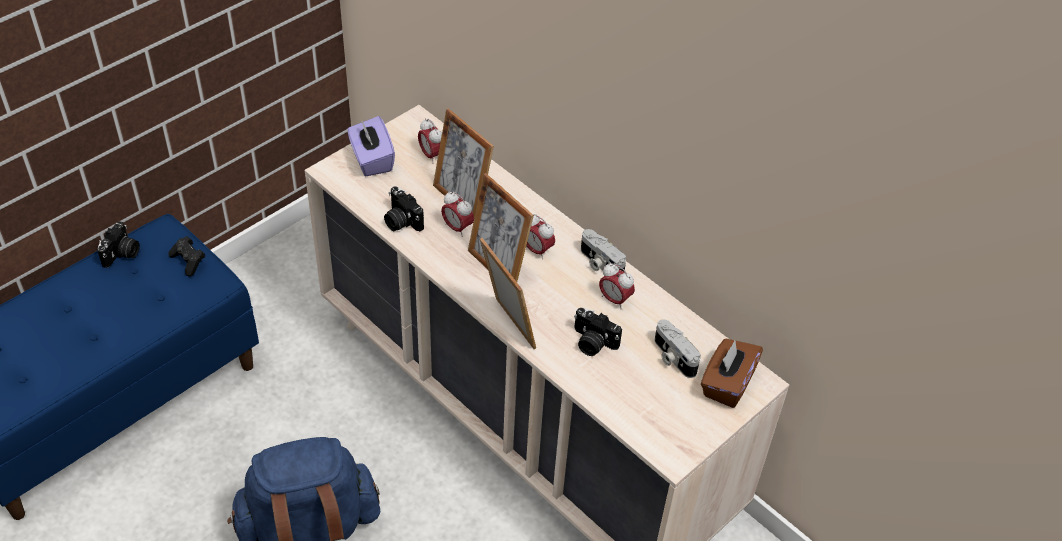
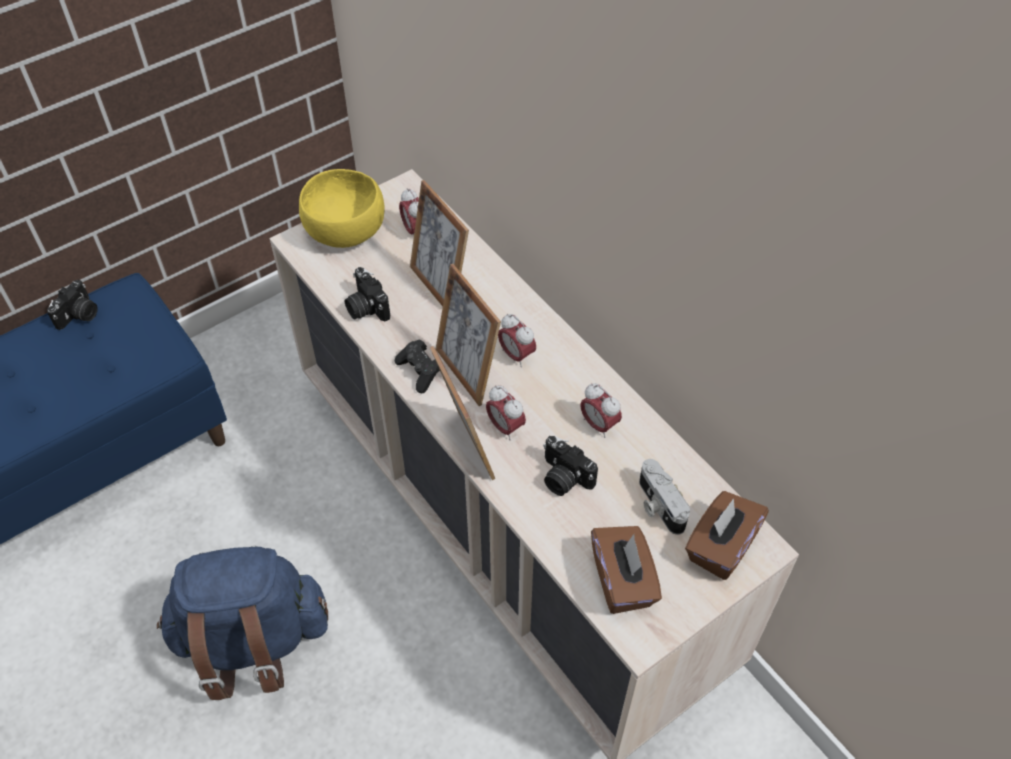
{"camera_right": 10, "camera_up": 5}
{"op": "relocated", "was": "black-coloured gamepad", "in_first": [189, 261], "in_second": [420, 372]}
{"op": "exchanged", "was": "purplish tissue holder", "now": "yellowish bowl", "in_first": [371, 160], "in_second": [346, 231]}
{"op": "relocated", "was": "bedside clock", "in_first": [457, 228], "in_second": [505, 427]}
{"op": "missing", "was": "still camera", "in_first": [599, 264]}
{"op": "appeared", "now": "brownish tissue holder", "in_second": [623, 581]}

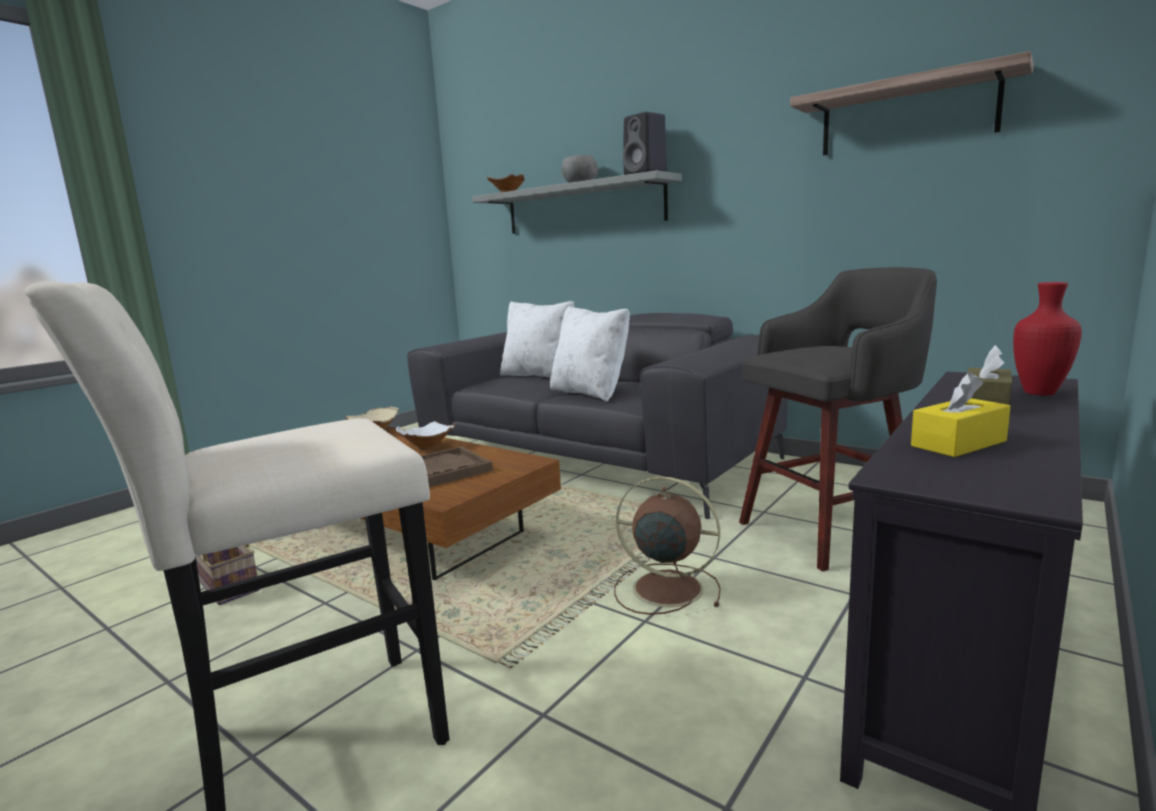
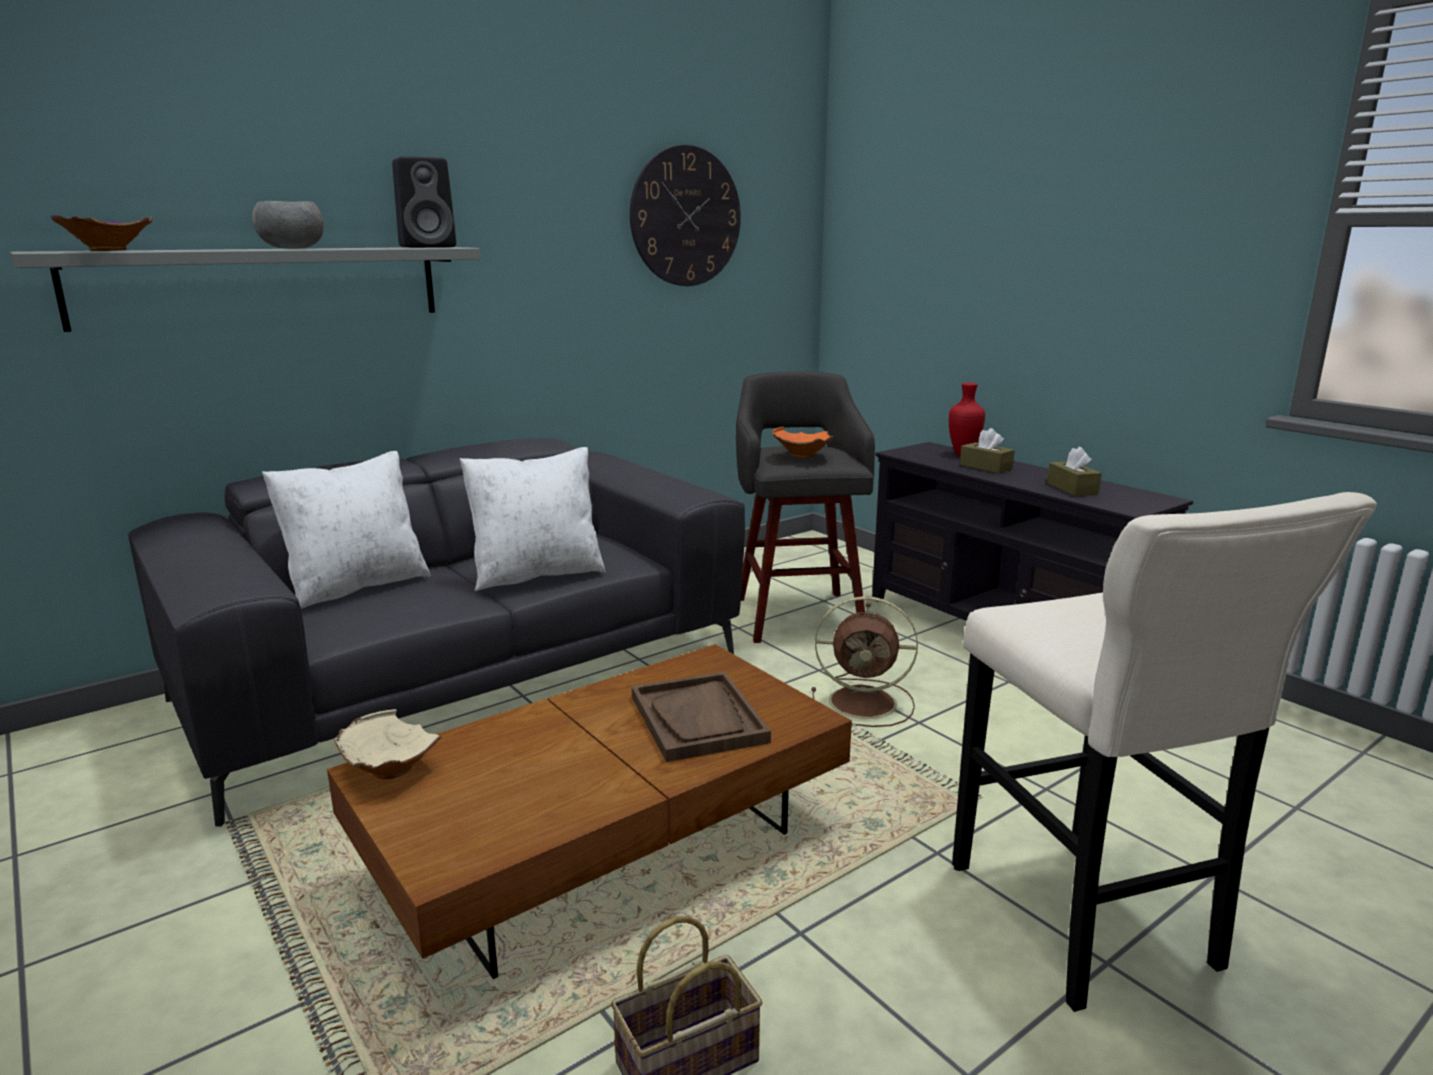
{"camera_right": -75, "camera_up": 5}
{"op": "missing", "was": "white-coloured bowl", "in_first": [428, 447]}
{"op": "spun", "was": "brownish electric fan", "in_first": [664, 588], "in_second": [866, 703], "clockwise": -120}
{"op": "exchanged", "was": "bracket shelf", "now": "hanging clock", "in_first": [907, 115], "in_second": [686, 217]}
{"op": "colour", "was": "yellowish tissue holder", "now": "brownish tissue holder", "in_first": [958, 443], "in_second": [1072, 488]}
{"op": "appeared", "now": "orange bowl", "in_second": [802, 456]}

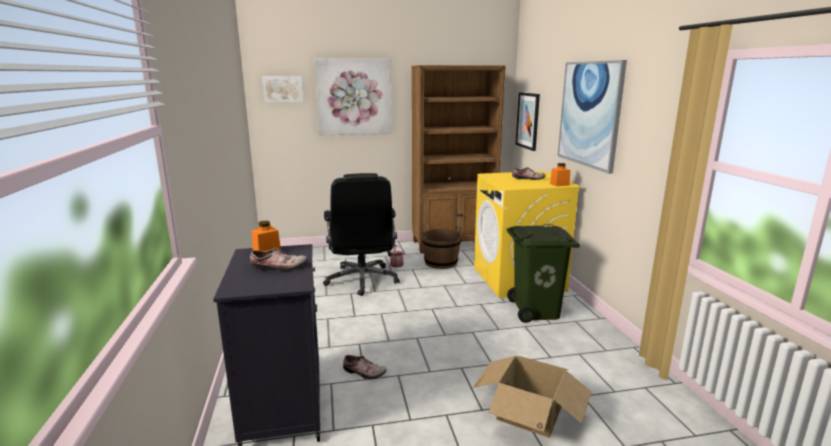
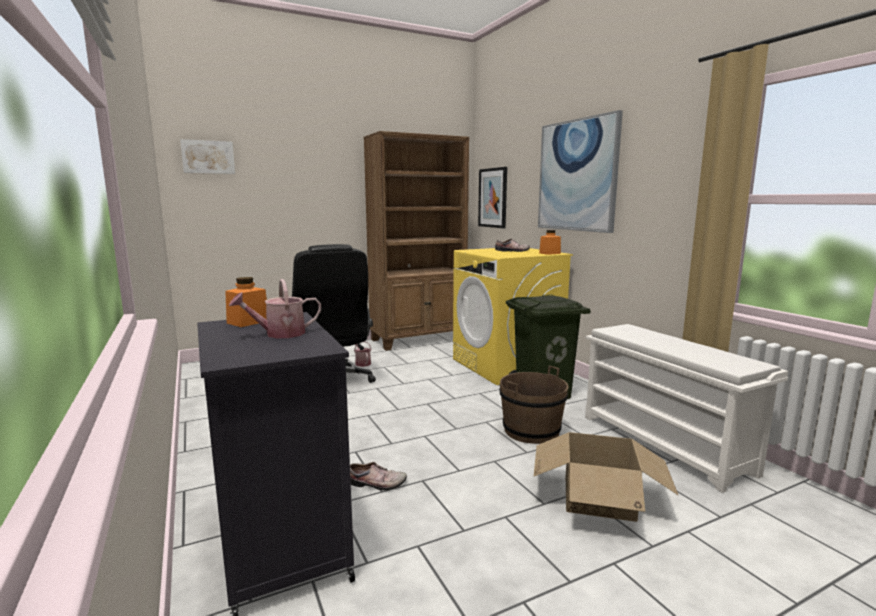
{"camera_right": -15, "camera_up": -5}
{"op": "exchanged", "was": "item of footwear", "now": "watering pot", "in_first": [279, 267], "in_second": [279, 334]}
{"op": "missing", "was": "picture", "in_first": [353, 97]}
{"op": "relocated", "was": "brownish pail", "in_first": [440, 262], "in_second": [531, 430]}
{"op": "appeared", "now": "white-coloured shoe rack", "in_second": [665, 444]}

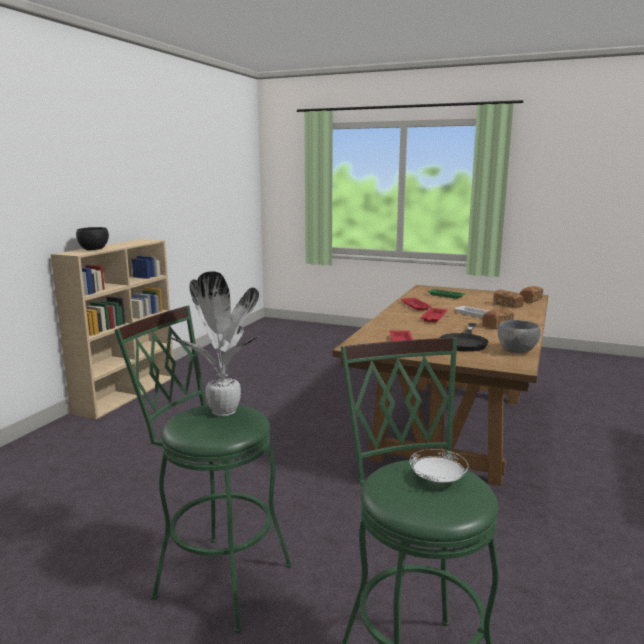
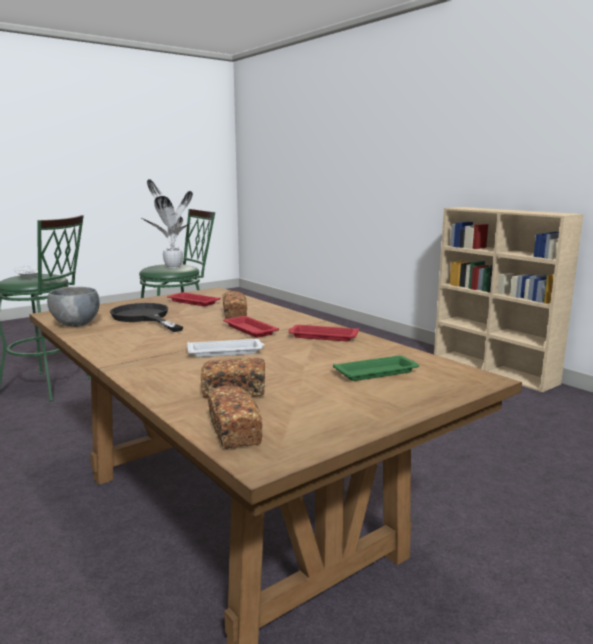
{"camera_right": 120, "camera_up": 0}
{"op": "missing", "was": "black-coloured bowl", "in_first": [94, 250]}
{"op": "relocated", "was": "bakery bread", "in_first": [497, 325], "in_second": [235, 315]}

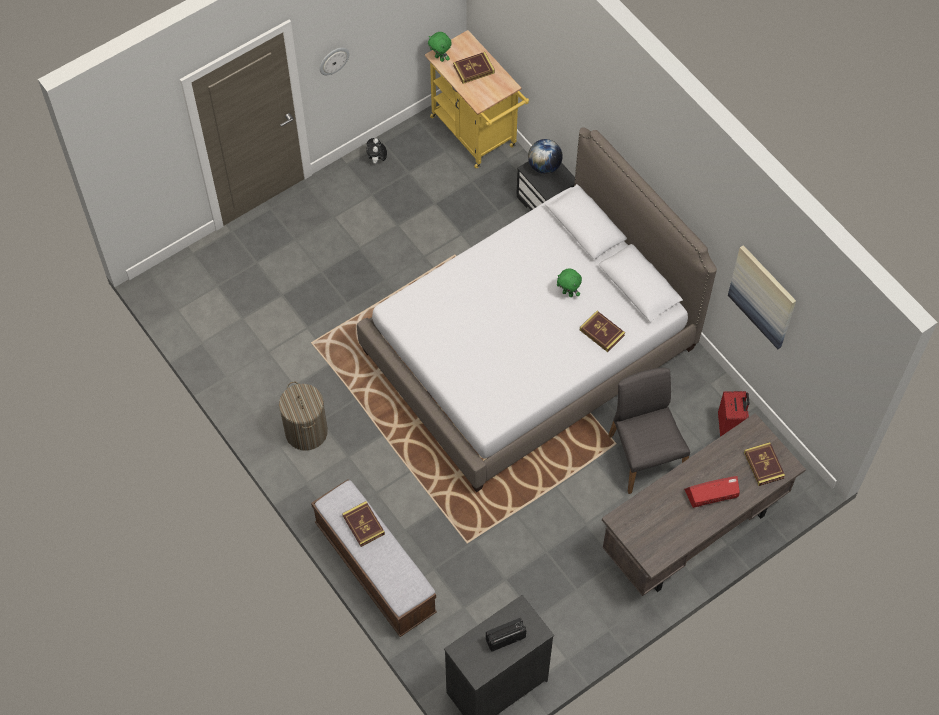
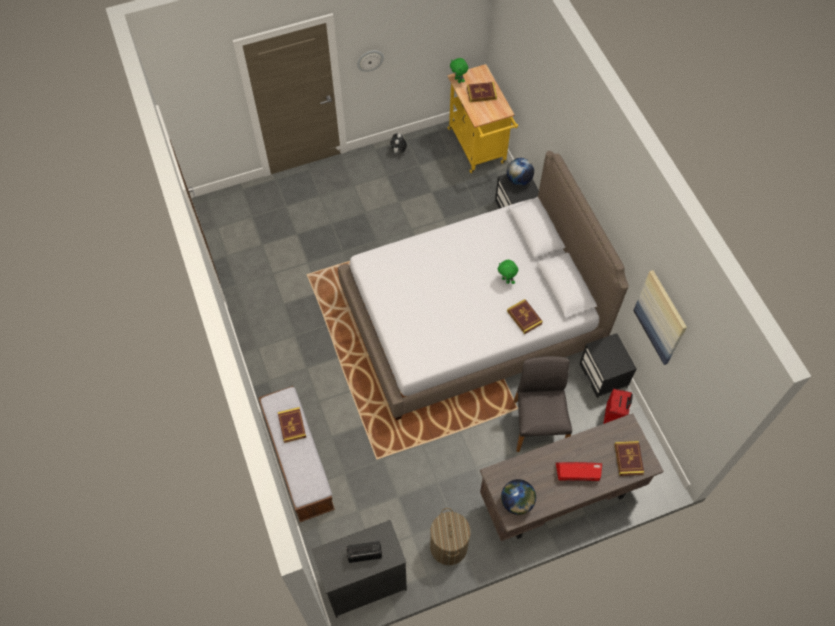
{"camera_right": 15, "camera_up": 0}
{"op": "relocated", "was": "washing basket", "in_first": [306, 431], "in_second": [448, 546]}
{"op": "appeared", "now": "world globe", "in_second": [517, 502]}
{"op": "appeared", "now": "black-coloured night table", "in_second": [604, 375]}

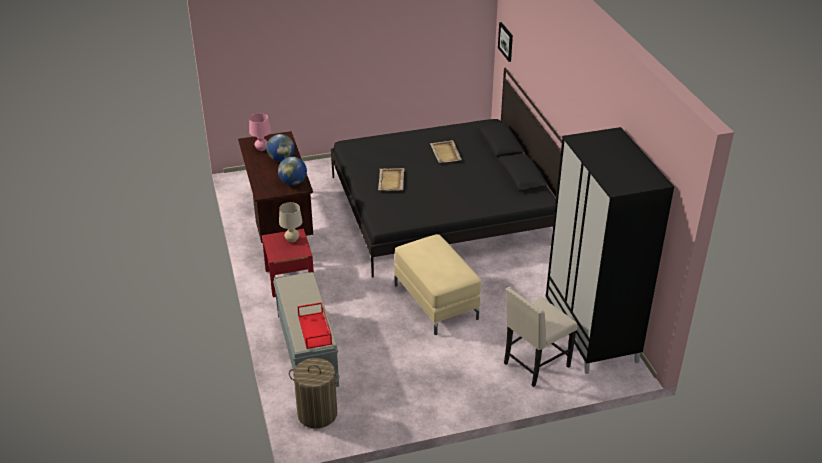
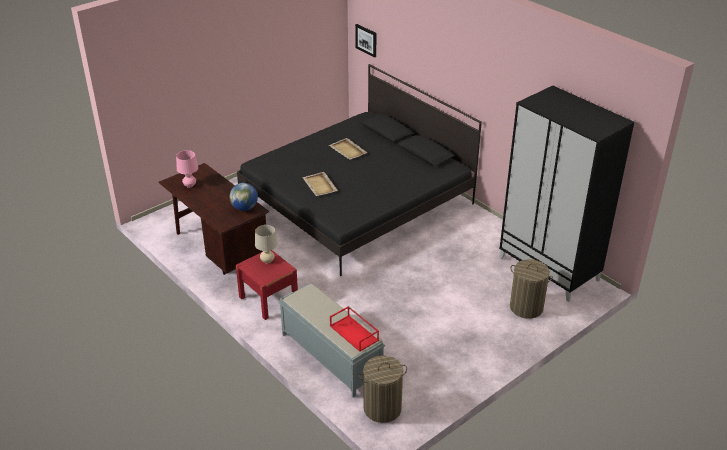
{"camera_right": -25, "camera_up": 0}
{"op": "missing", "was": "world globe", "in_first": [281, 159]}
{"op": "missing", "was": "beige-coloured pouffe", "in_first": [436, 302]}
{"op": "exchanged", "was": "beige-coloured upright chair", "now": "washing basket", "in_first": [535, 365], "in_second": [526, 307]}

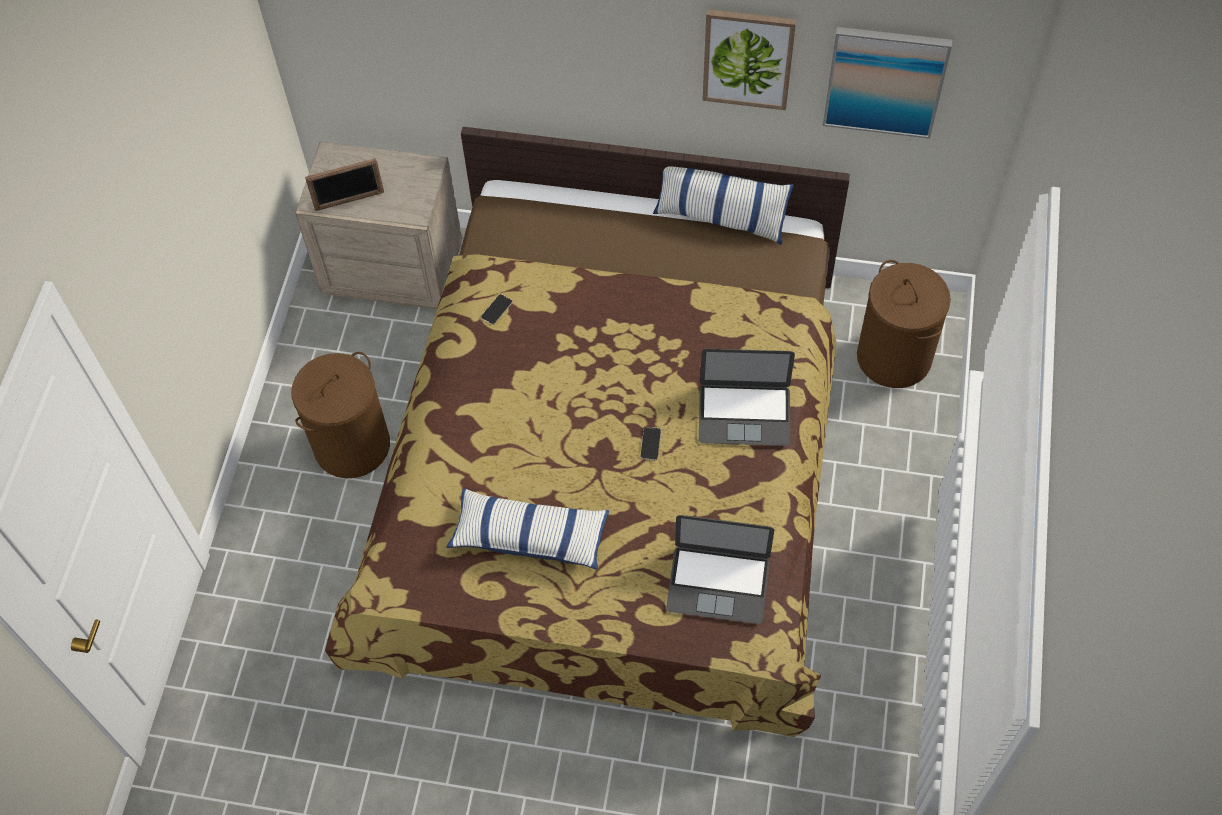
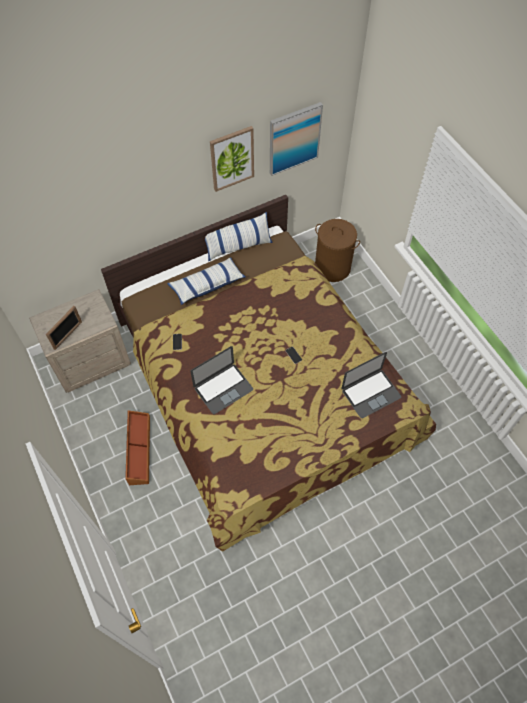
{"camera_right": -40, "camera_up": 0}
{"op": "exchanged", "was": "brownish washing basket", "now": "brownish storage box", "in_first": [352, 444], "in_second": [138, 450]}
{"op": "relocated", "was": "throw pillow", "in_first": [530, 536], "in_second": [207, 285]}
{"op": "relocated", "was": "laptop", "in_first": [744, 414], "in_second": [223, 388]}

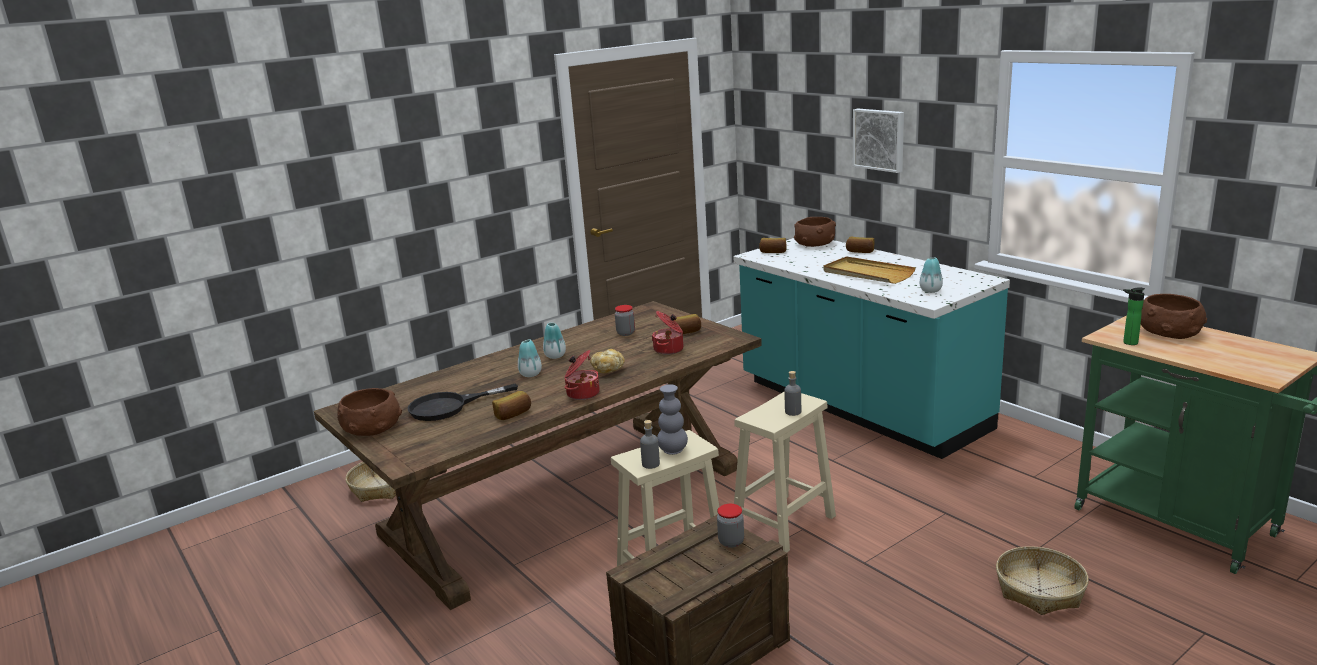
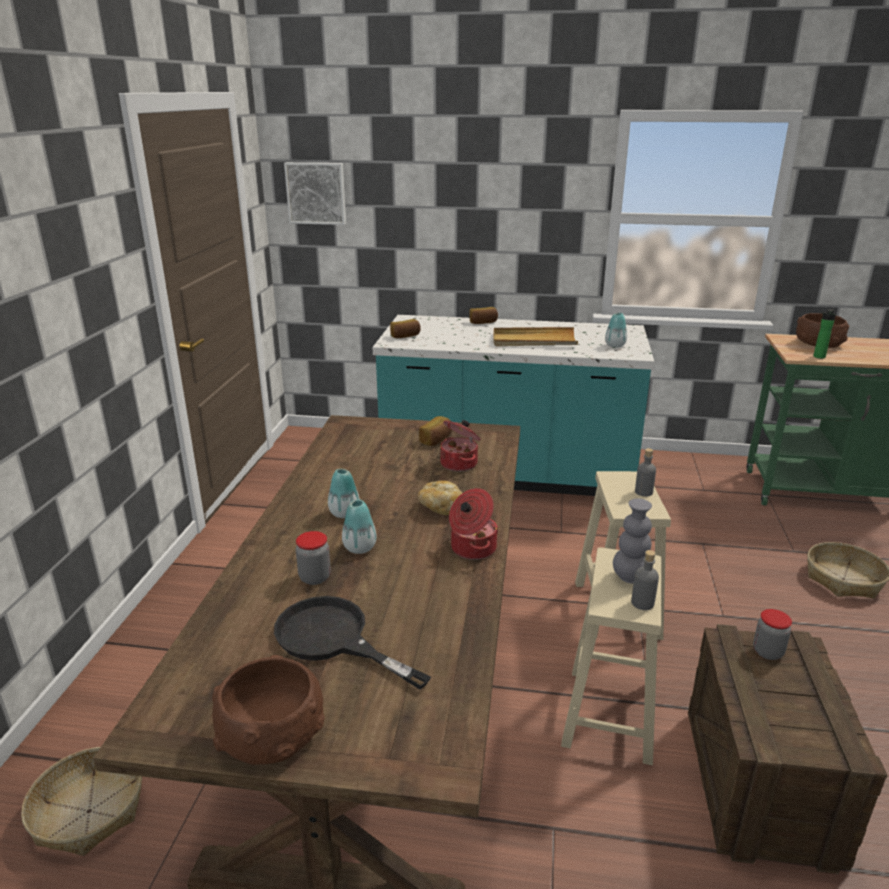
{"camera_right": -45, "camera_up": 5}
{"op": "spun", "was": "black-coloured pan", "in_first": [449, 406], "in_second": [334, 639], "clockwise": 105}
{"op": "missing", "was": "bakery bread", "in_first": [513, 414]}
{"op": "relocated", "was": "storage jar", "in_first": [625, 333], "in_second": [315, 577]}
{"op": "missing", "was": "brownish bowl", "in_first": [815, 244]}
{"op": "relocated", "was": "picture", "in_first": [879, 139], "in_second": [316, 193]}

